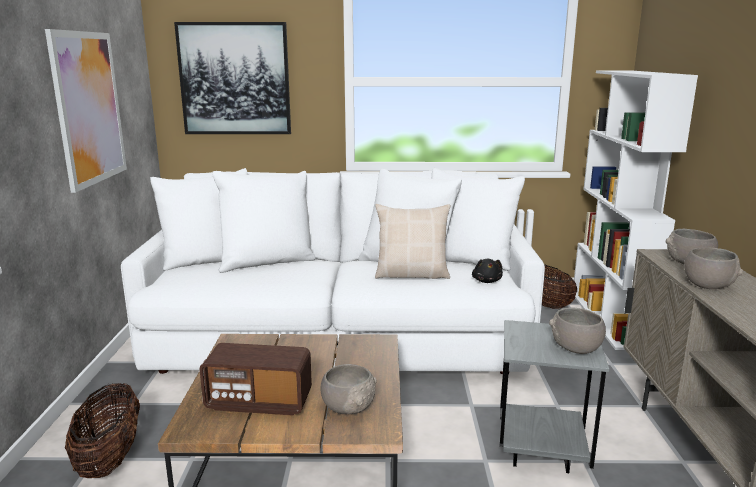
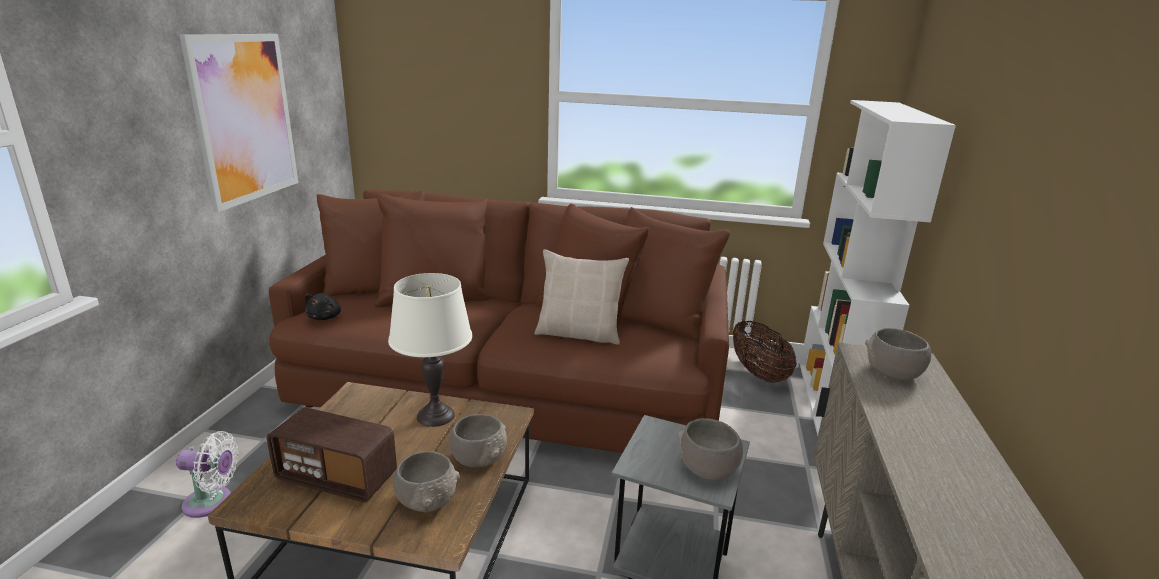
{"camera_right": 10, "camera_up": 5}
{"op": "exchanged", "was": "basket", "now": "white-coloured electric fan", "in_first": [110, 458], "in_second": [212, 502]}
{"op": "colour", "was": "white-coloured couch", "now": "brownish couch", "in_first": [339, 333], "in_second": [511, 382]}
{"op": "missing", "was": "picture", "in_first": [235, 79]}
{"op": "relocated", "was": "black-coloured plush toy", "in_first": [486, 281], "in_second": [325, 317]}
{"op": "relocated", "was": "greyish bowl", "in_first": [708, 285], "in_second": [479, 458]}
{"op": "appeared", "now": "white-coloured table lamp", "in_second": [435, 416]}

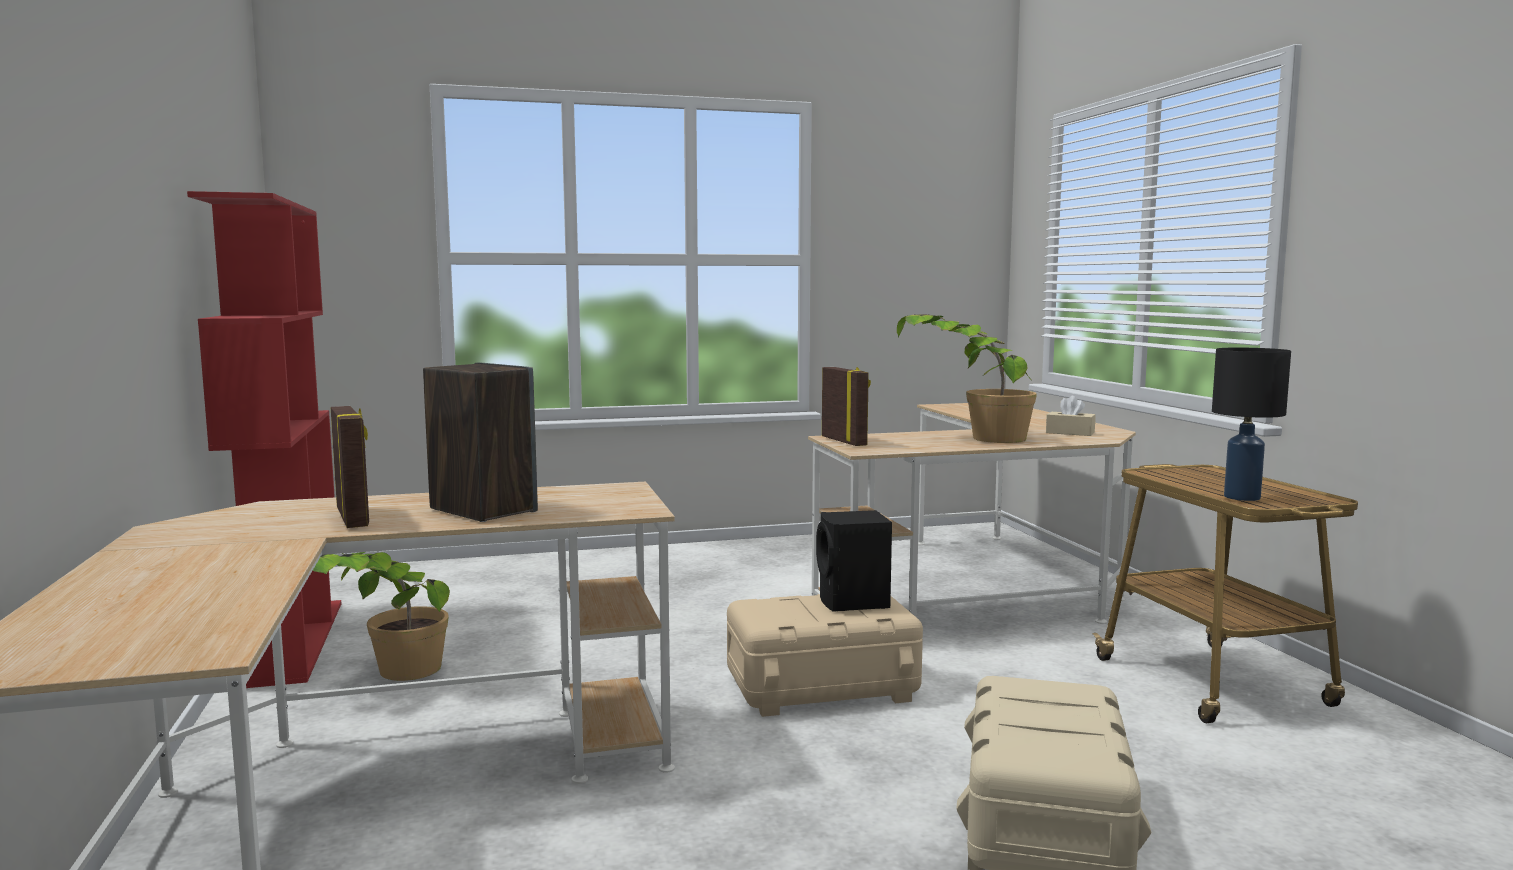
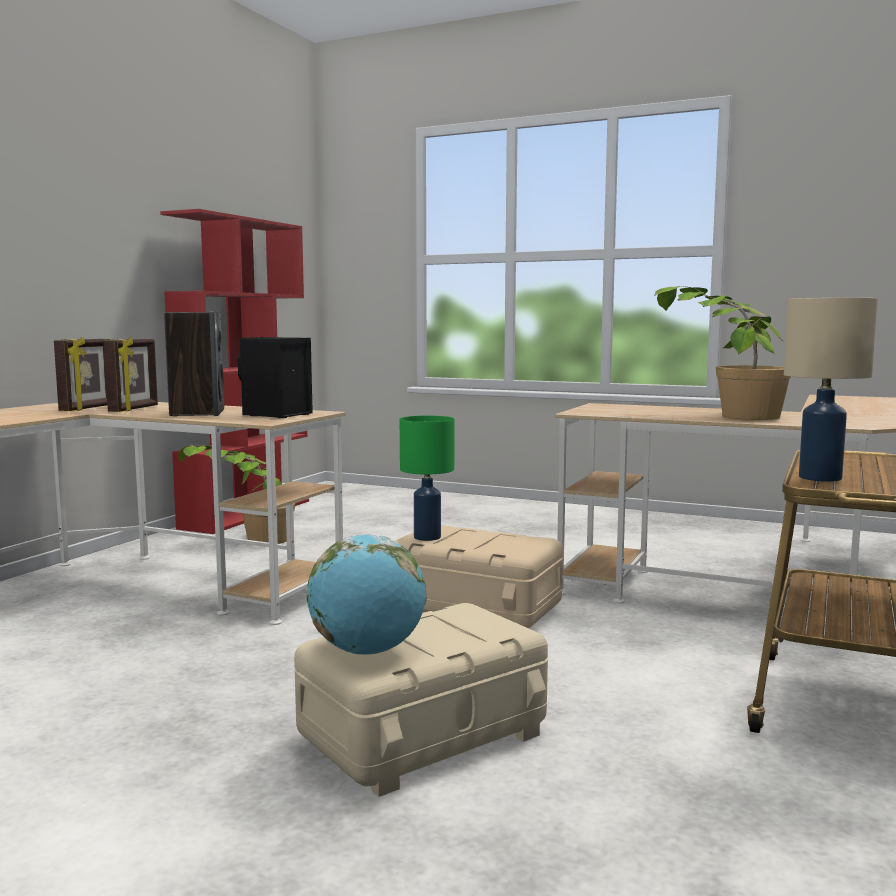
{"camera_right": 40, "camera_up": 0}
{"op": "relocated", "was": "black-coloured loudspeaker", "in_first": [853, 603], "in_second": [275, 415]}
{"op": "relocated", "was": "picture frame", "in_first": [845, 441], "in_second": [88, 408]}
{"op": "missing", "was": "beige-coloured tissue holder", "in_first": [1070, 433]}
{"op": "colour", "was": "black-coloured table lamp", "now": "beige-coloured table lamp", "in_first": [1240, 497], "in_second": [818, 477]}
{"op": "appeared", "now": "world globe", "in_second": [368, 651]}
{"op": "appeared", "now": "green-coloured table lamp", "in_second": [426, 537]}

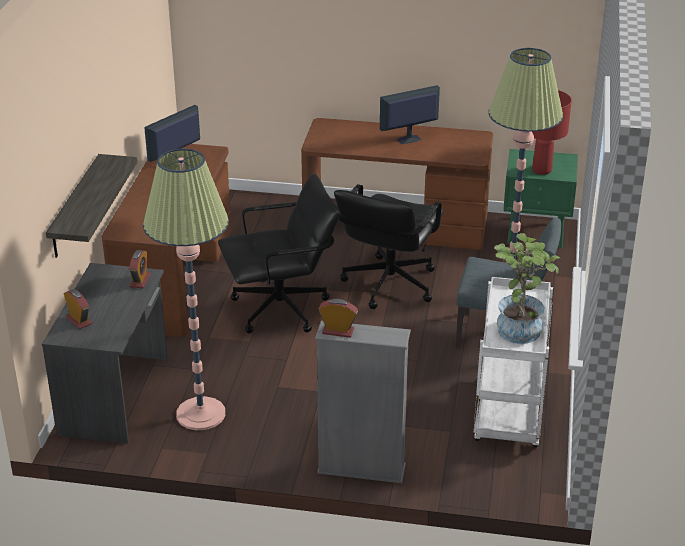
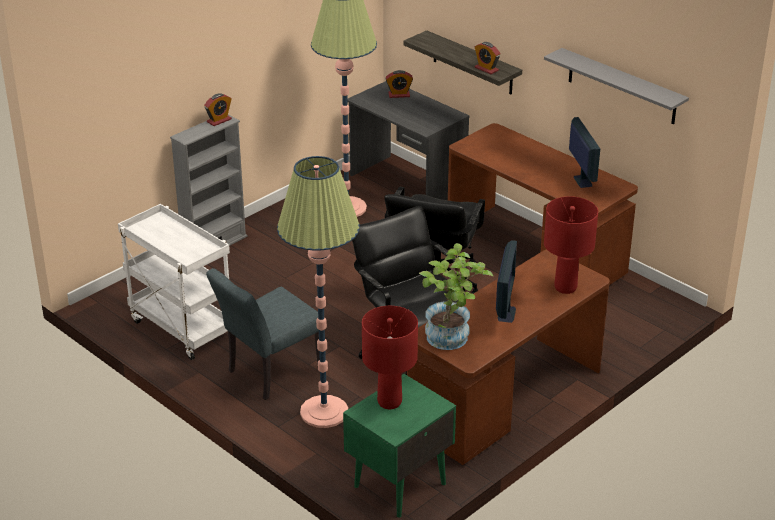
{"camera_right": 125, "camera_up": 0}
{"op": "relocated", "was": "bedside clock", "in_first": [140, 280], "in_second": [486, 69]}
{"op": "relocated", "was": "plant in a pot", "in_first": [520, 326], "in_second": [451, 340]}
{"op": "appeared", "now": "greyish bracket shelf", "in_second": [622, 86]}
{"op": "appeared", "now": "red table lamp", "in_second": [565, 287]}

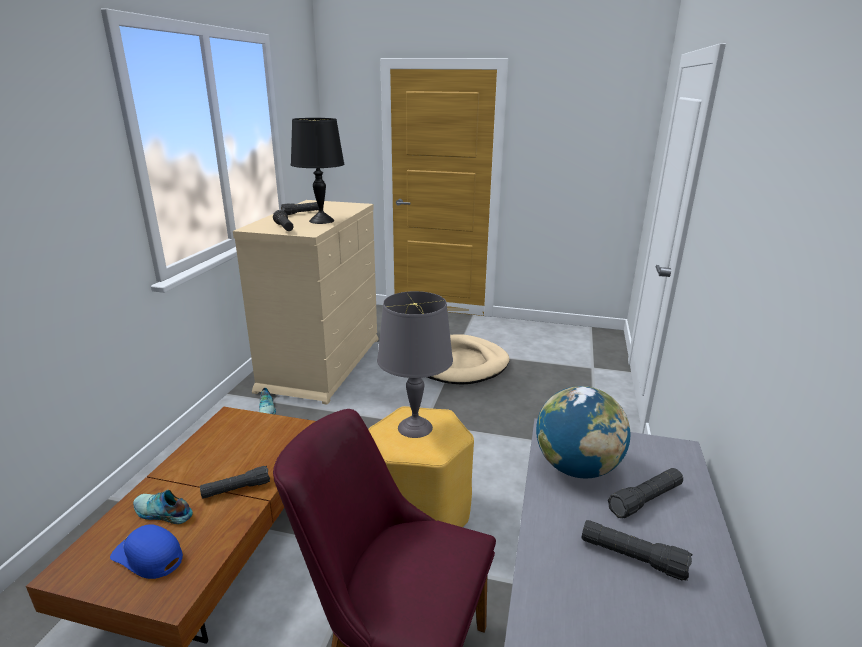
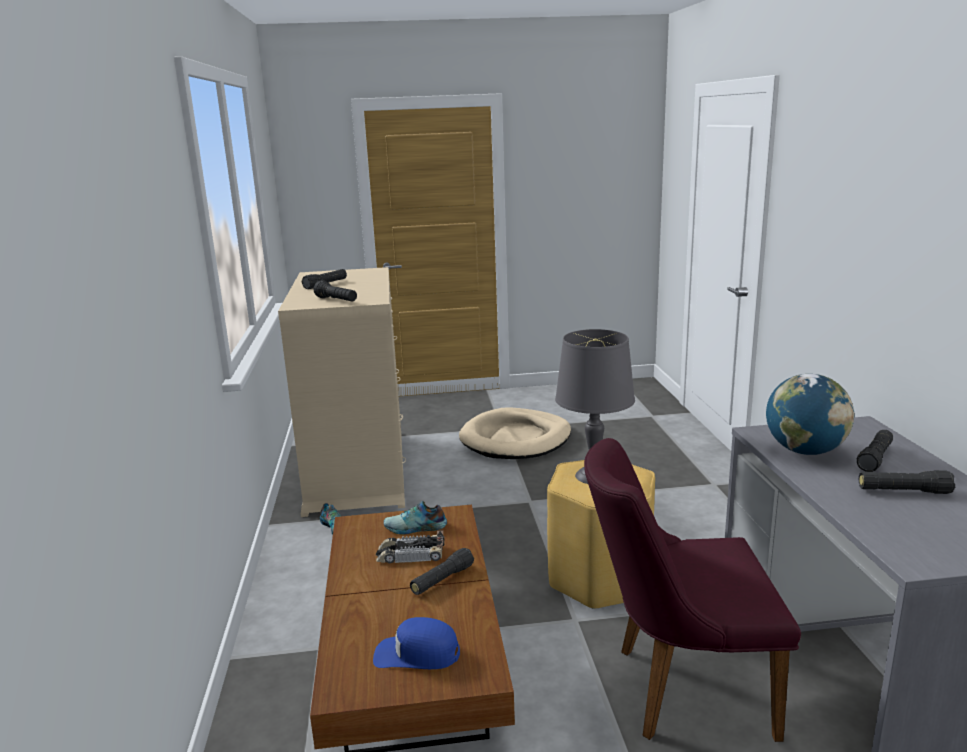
{"camera_right": -20, "camera_up": -5}
{"op": "relocated", "was": "item of footwear", "in_first": [162, 513], "in_second": [415, 528]}
{"op": "missing", "was": "black-coloured table lamp", "in_first": [322, 220]}
{"op": "appeared", "now": "model car", "in_second": [410, 554]}

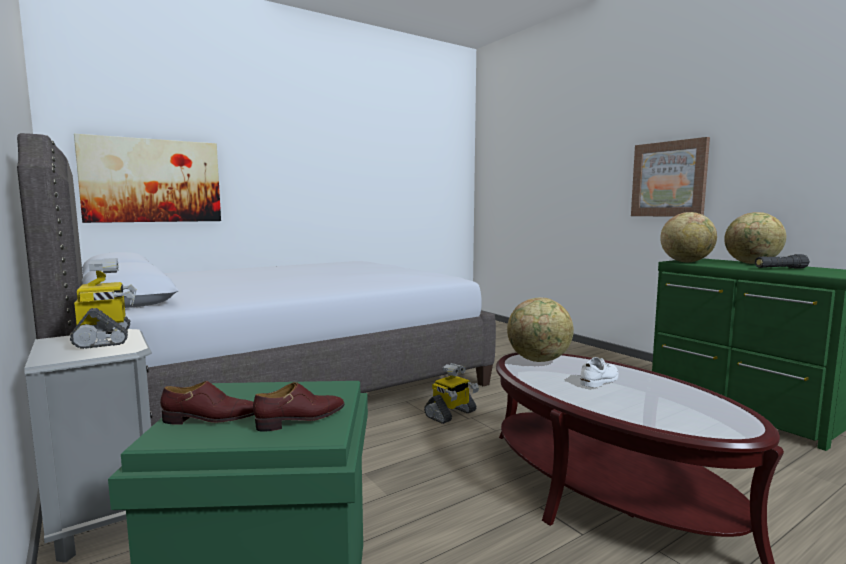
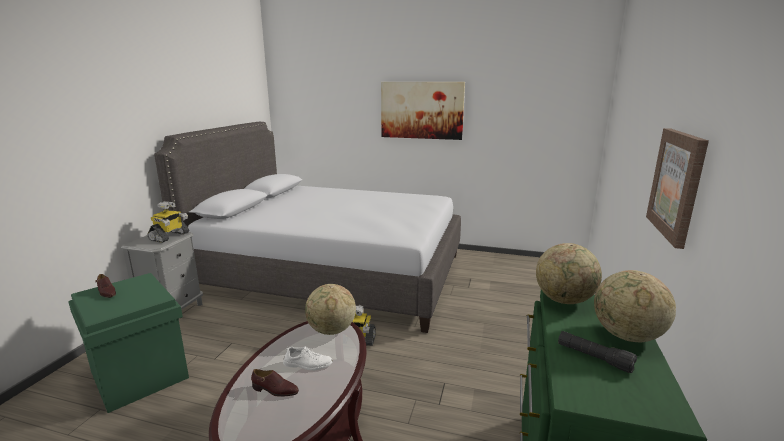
{"camera_right": 50, "camera_up": 10}
{"op": "relocated", "was": "picture", "in_first": [152, 181], "in_second": [421, 110]}
{"op": "relocated", "was": "brownish item of footwear", "in_first": [301, 419], "in_second": [275, 390]}

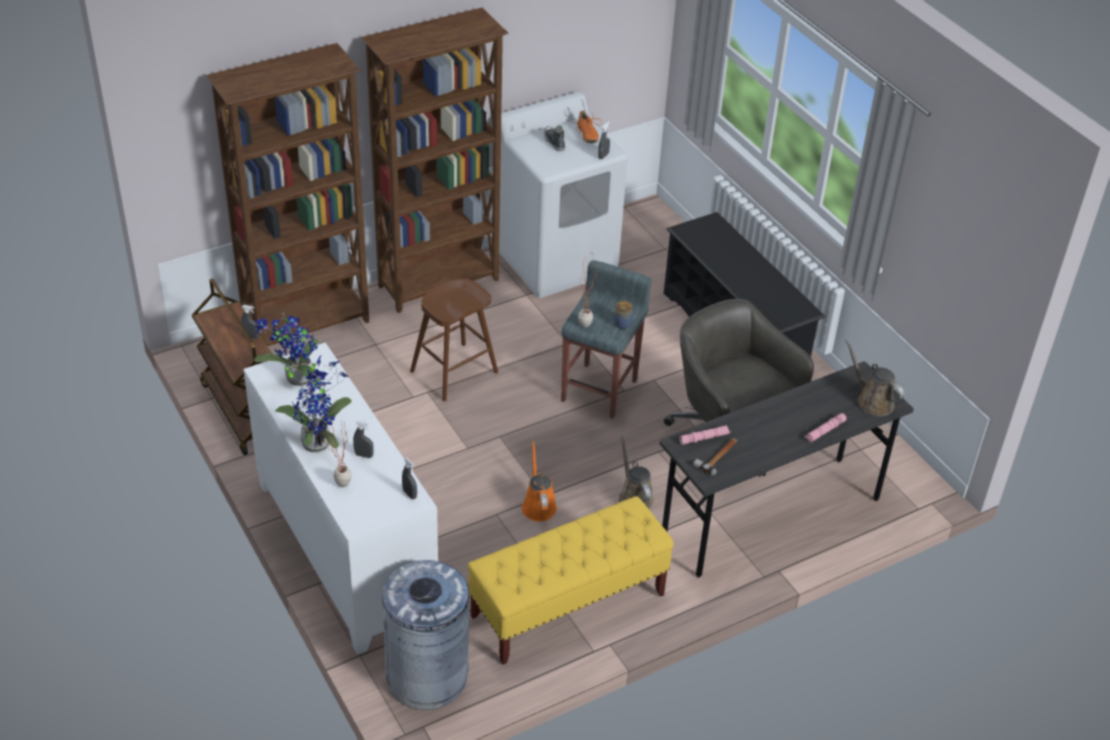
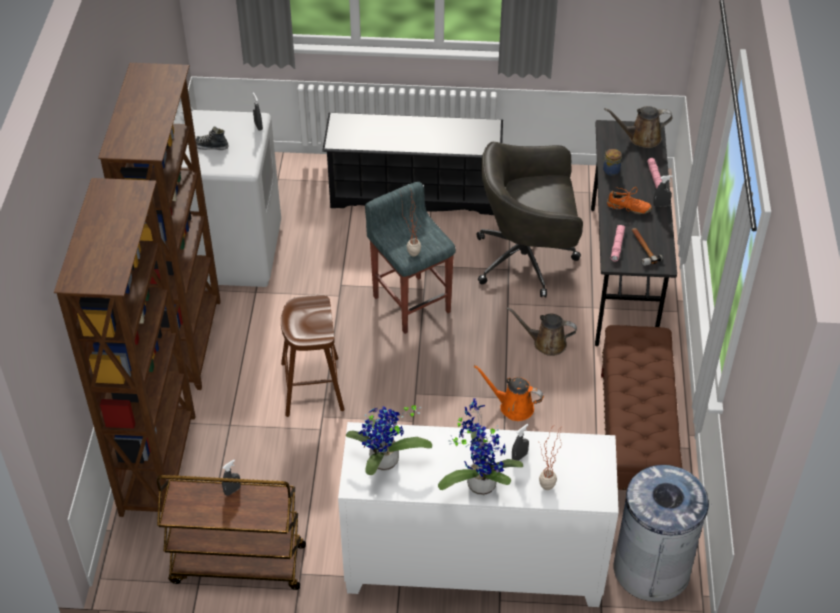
{"camera_right": -55, "camera_up": 5}
{"op": "relocated", "was": "greyish sprayer", "in_first": [409, 494], "in_second": [661, 205]}
{"op": "colour", "was": "yellowish long seat", "now": "brownish long seat", "in_first": [567, 606], "in_second": [634, 441]}
{"op": "relocated", "was": "orange item of footwear", "in_first": [587, 134], "in_second": [628, 208]}
{"op": "relocated", "was": "storage jar", "in_first": [622, 323], "in_second": [610, 170]}

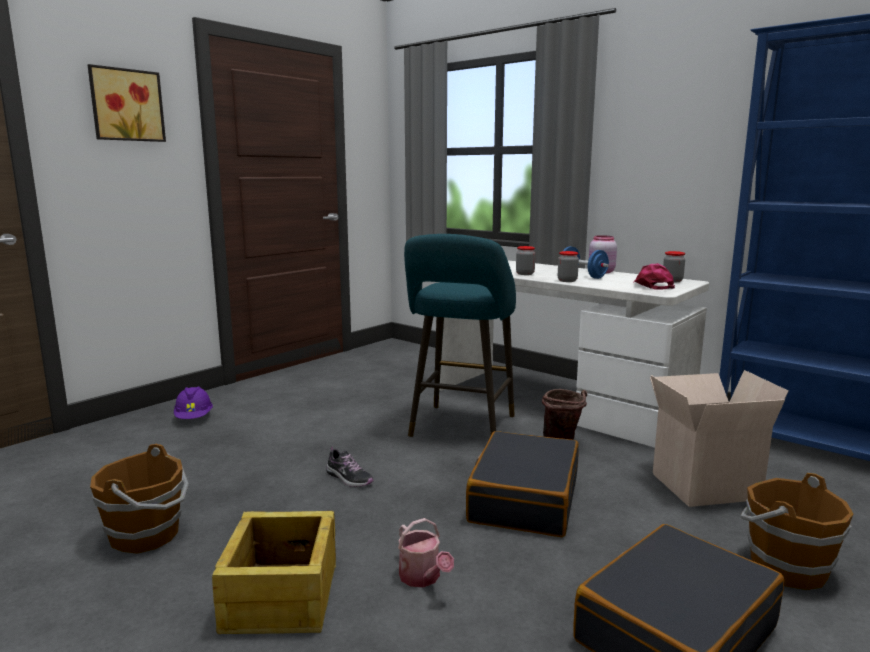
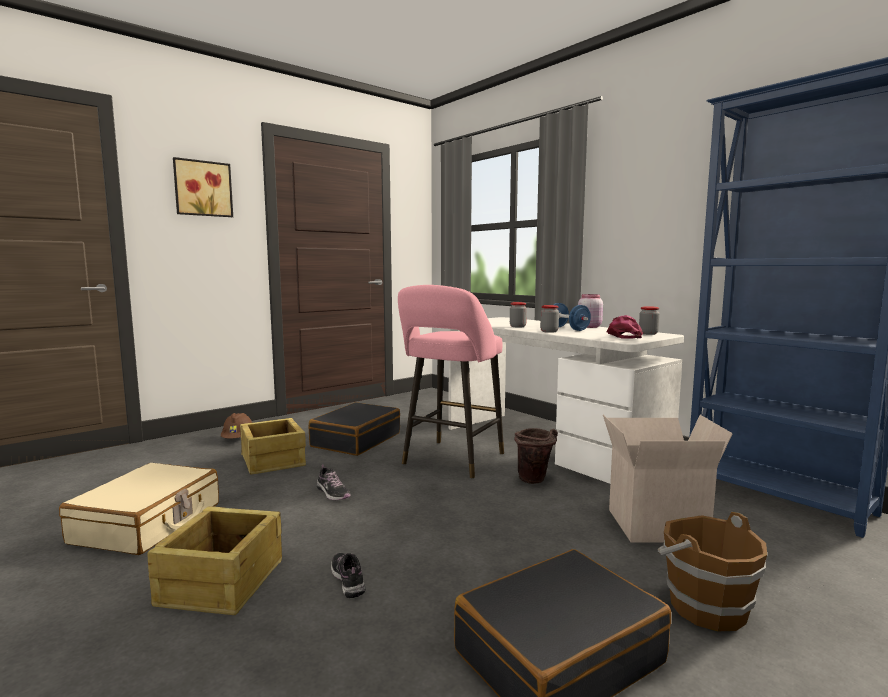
{"camera_right": 10, "camera_up": -5}
{"op": "exchanged", "was": "brownish pail", "now": "beige-coloured travel case", "in_first": [147, 535], "in_second": [148, 523]}
{"op": "colour", "was": "purplish safety helmet", "now": "brownish safety helmet", "in_first": [194, 418], "in_second": [238, 439]}
{"op": "exchanged", "was": "watering pot", "now": "item of footwear", "in_first": [422, 578], "in_second": [348, 580]}
{"op": "colour", "was": "turquoise-coloured stool seat", "now": "pink stool seat", "in_first": [461, 428], "in_second": [451, 460]}
{"op": "relocated", "was": "black-coloured travel case", "in_first": [523, 499], "in_second": [356, 440]}
{"op": "appeared", "now": "shipping crate", "in_second": [272, 461]}

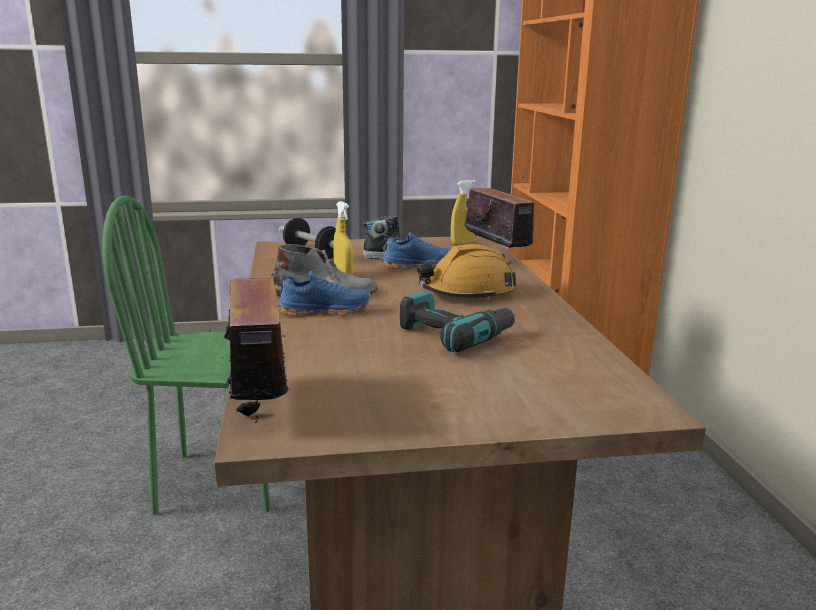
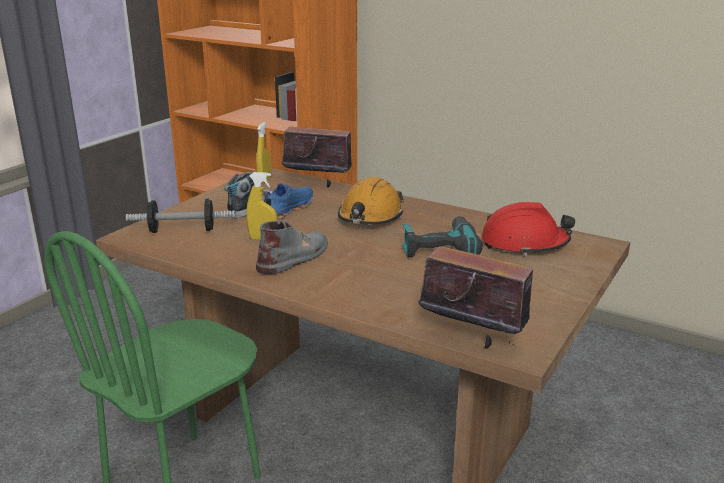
{"camera_right": -50, "camera_up": 5}
{"op": "missing", "was": "blue-coloured item of footwear", "in_first": [324, 310]}
{"op": "appeared", "now": "red safety helmet", "in_second": [524, 243]}

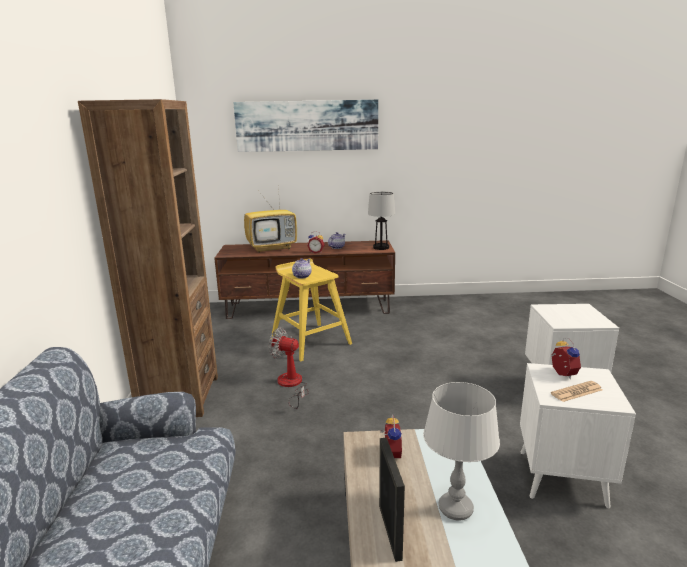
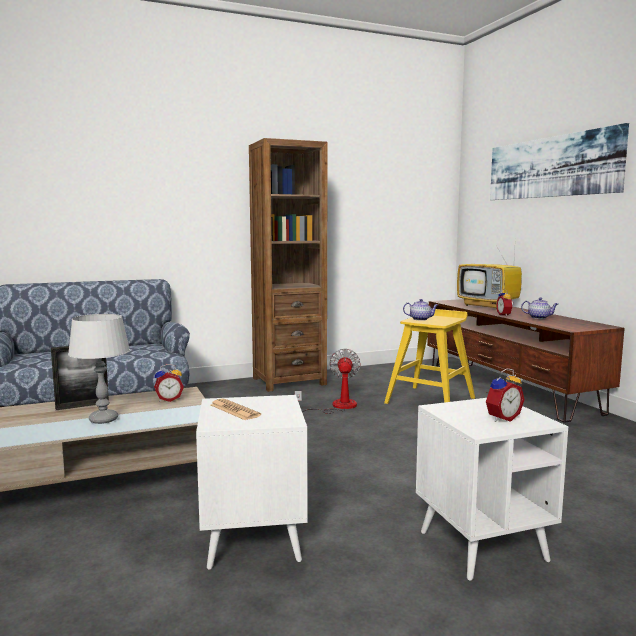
{"camera_right": 70, "camera_up": -10}
{"op": "missing", "was": "table lamp", "in_first": [381, 247]}
{"op": "relocated", "was": "bedside clock", "in_first": [561, 374], "in_second": [501, 418]}

